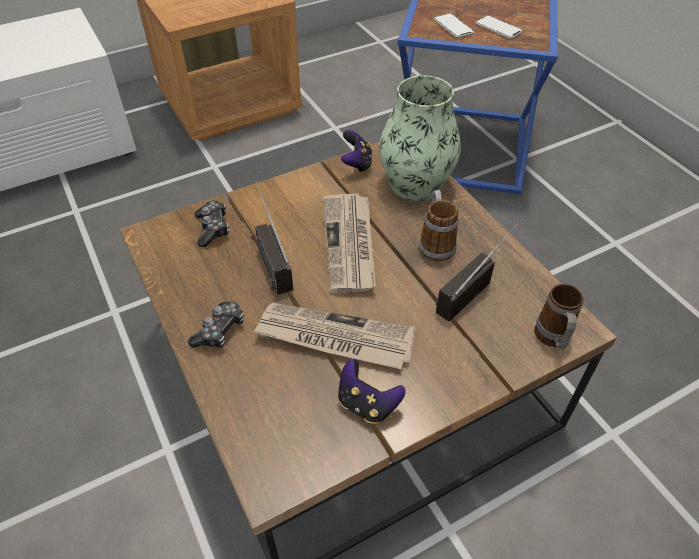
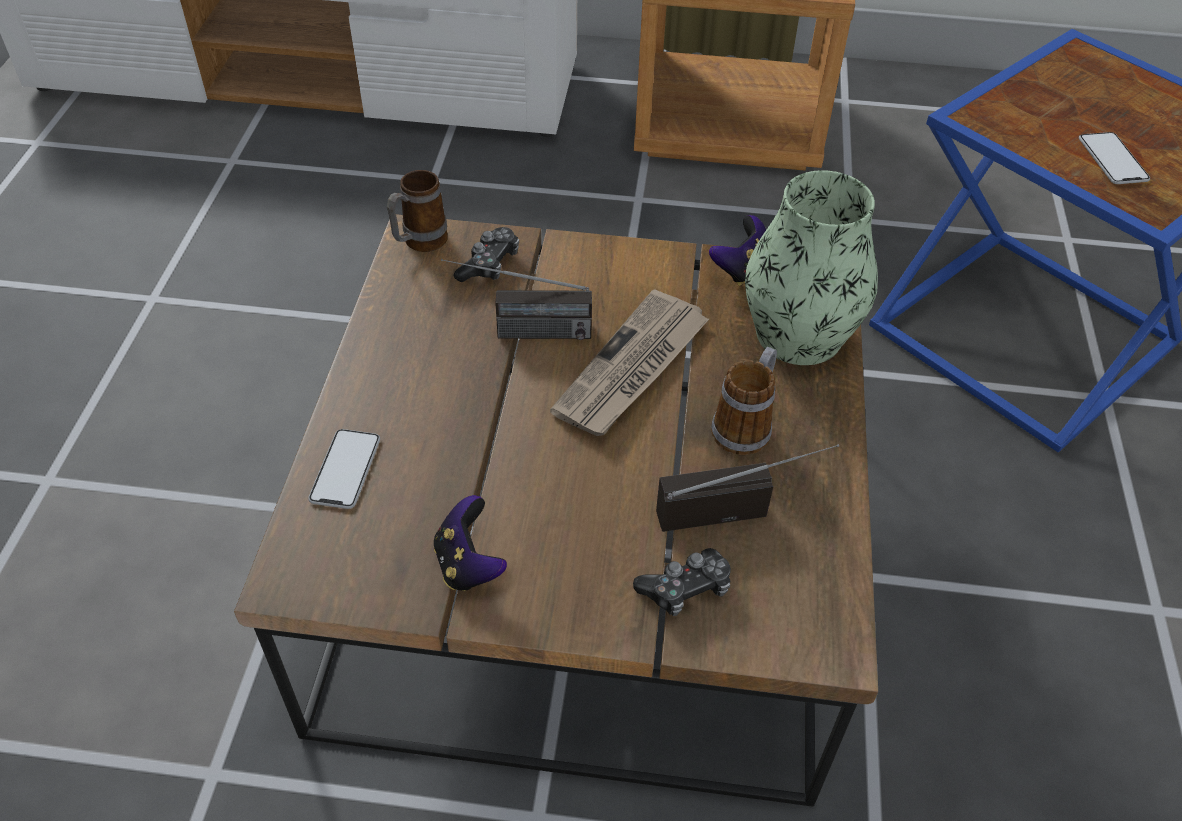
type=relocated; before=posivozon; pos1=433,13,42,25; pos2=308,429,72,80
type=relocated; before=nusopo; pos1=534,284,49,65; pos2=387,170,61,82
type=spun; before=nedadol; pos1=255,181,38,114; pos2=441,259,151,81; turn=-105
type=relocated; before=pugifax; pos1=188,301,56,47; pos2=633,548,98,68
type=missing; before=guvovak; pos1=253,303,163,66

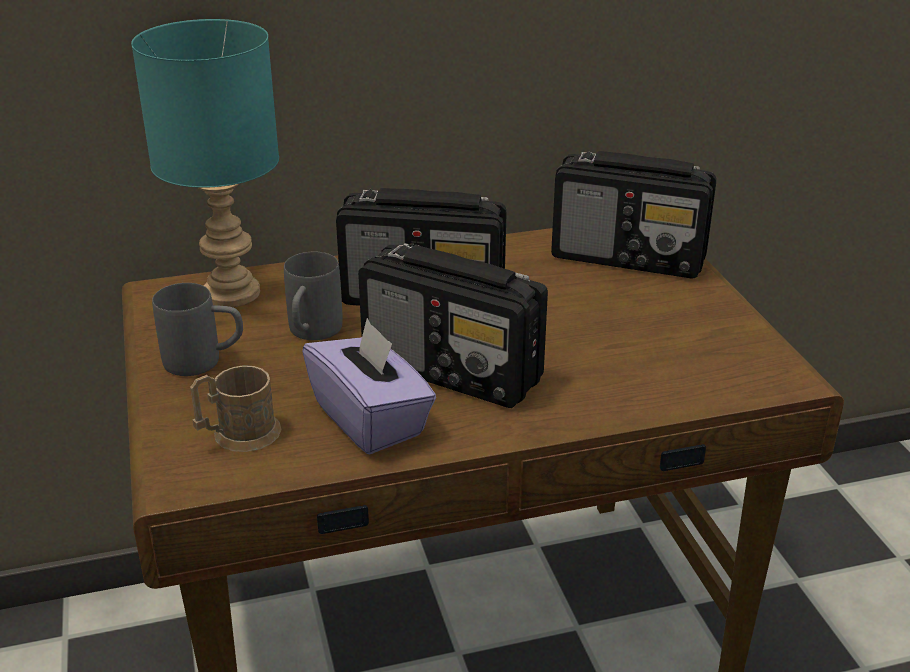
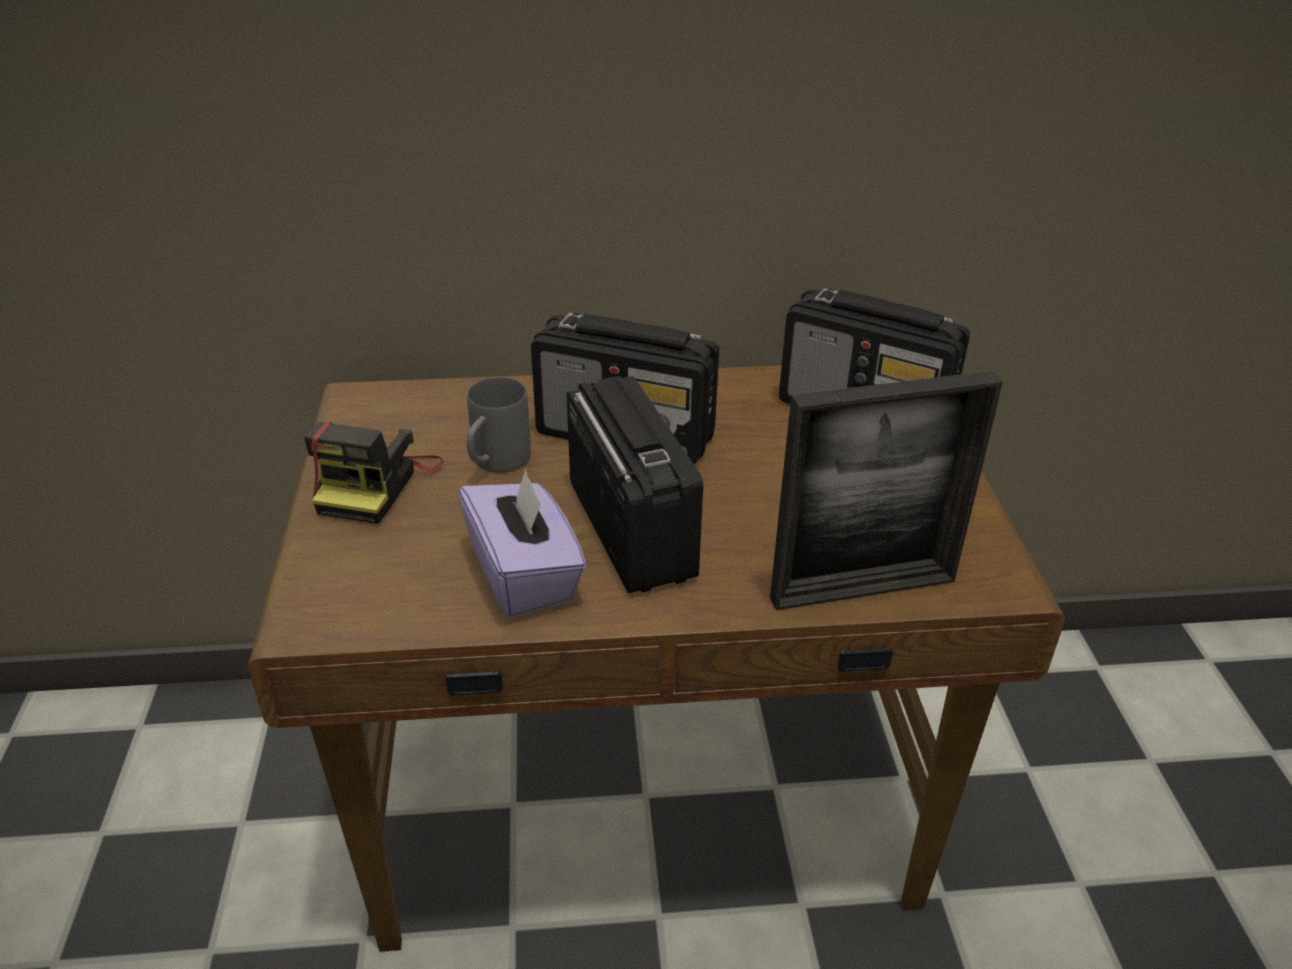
type=exchanged; before=grey nusopo; after=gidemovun; pos1=152,283,91,93; pos2=304,422,140,102
type=spun; before=nedadol; pos1=358,243,190,165; pos2=567,376,136,217; turn=-150
type=appeared; after=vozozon; pos2=770,371,233,239
type=missing; before=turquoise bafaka; pos1=131,19,148,288
type=missing; before=brown nusopo; pos1=190,365,92,87

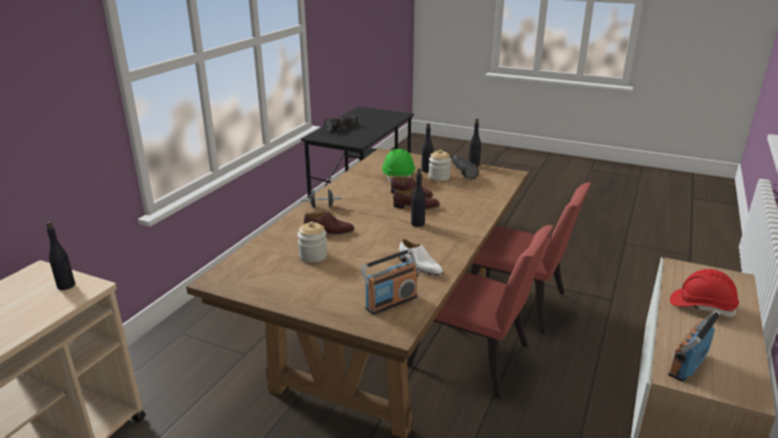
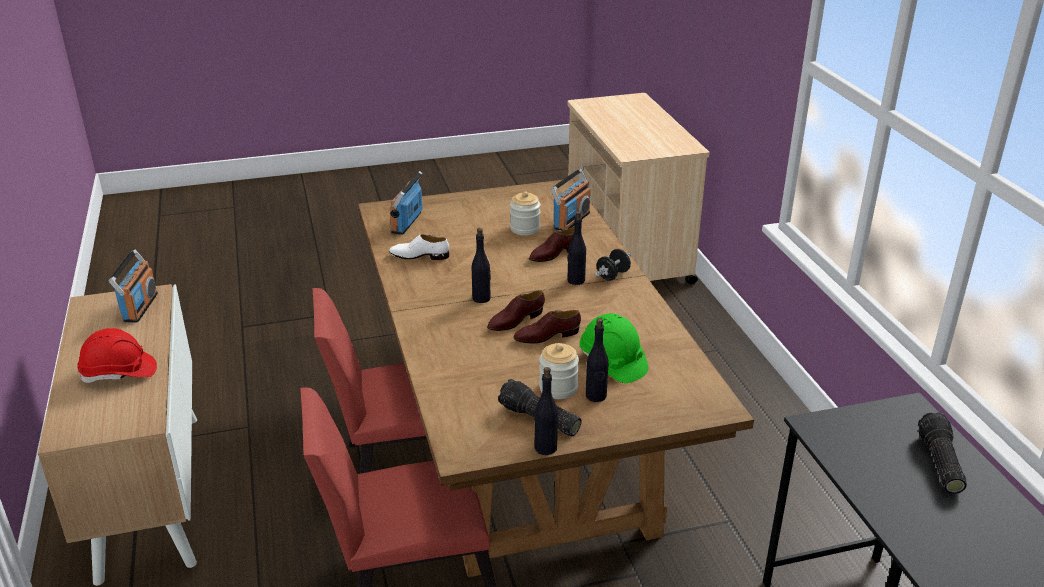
type=appeared; after=nedadol; pos2=551,169,39,61
type=relocated; before=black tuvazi; pos1=46,221,29,69; pos2=567,211,19,74

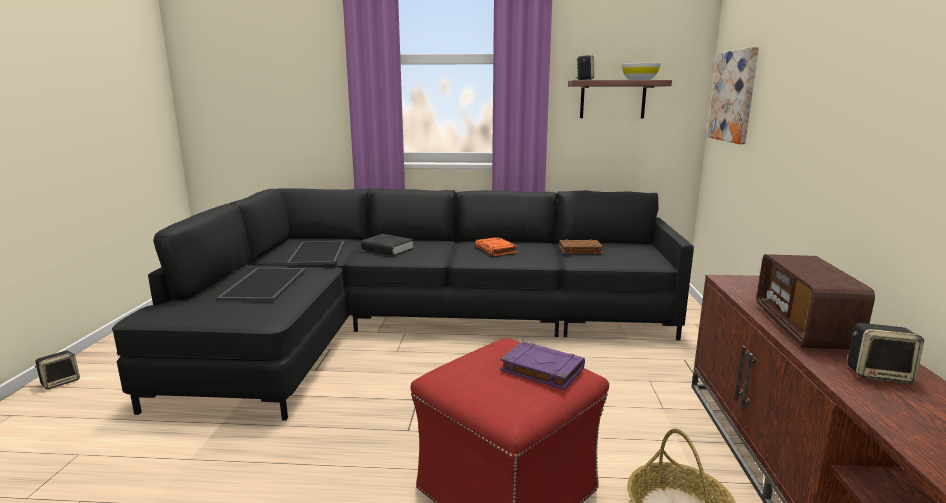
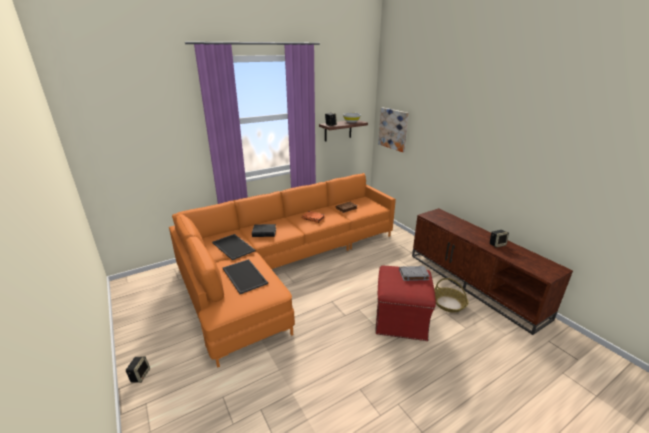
type=colour; before=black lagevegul; after=orange lagevegul; pos1=112,188,582,232; pos2=169,173,227,195
type=colour; before=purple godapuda; after=grey godapuda; pos1=500,341,85,49; pos2=399,266,31,15
type=missing; before=nedadol; pos1=757,254,118,96

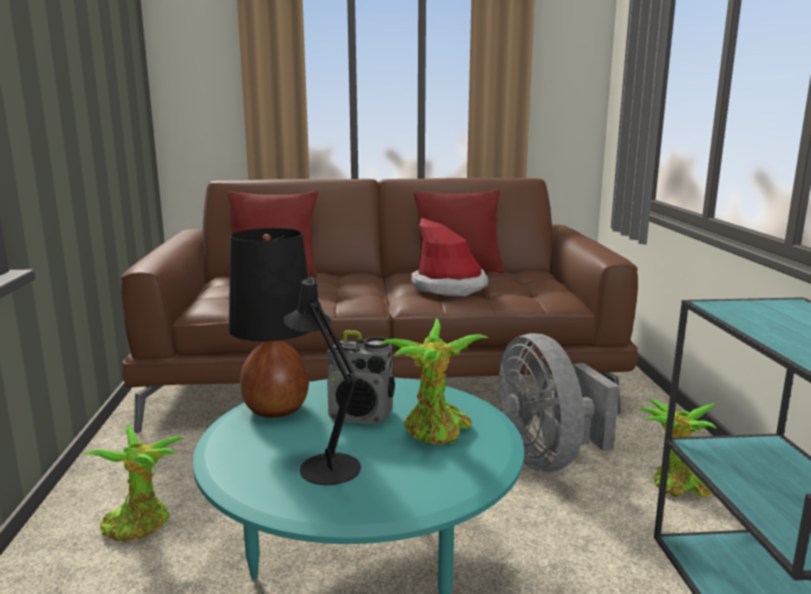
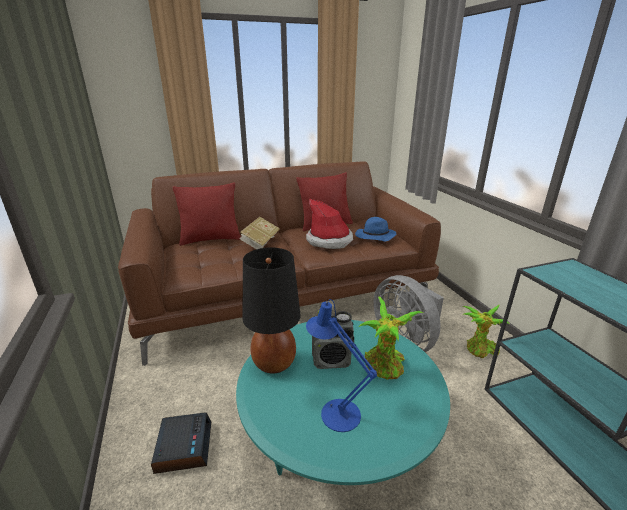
type=exchanged; before=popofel; after=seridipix; pos1=83,423,102,118; pos2=151,412,60,62
type=appeared; after=godapuda; pos2=240,217,40,32
type=colour; before=black bafaka; after=blue bafaka; pos1=284,271,77,214; pos2=306,299,71,133
type=appeared; after=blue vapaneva; pos2=355,217,41,25

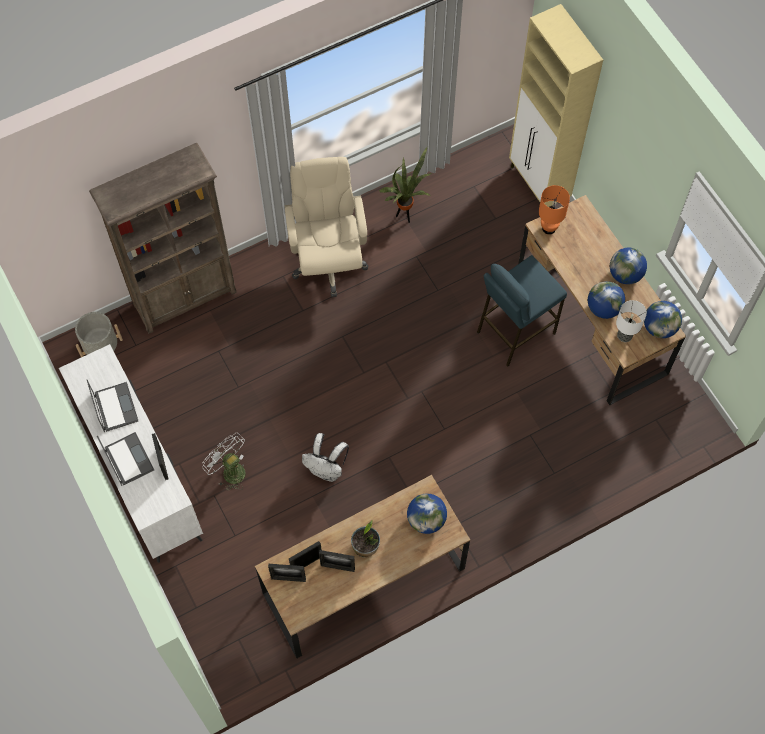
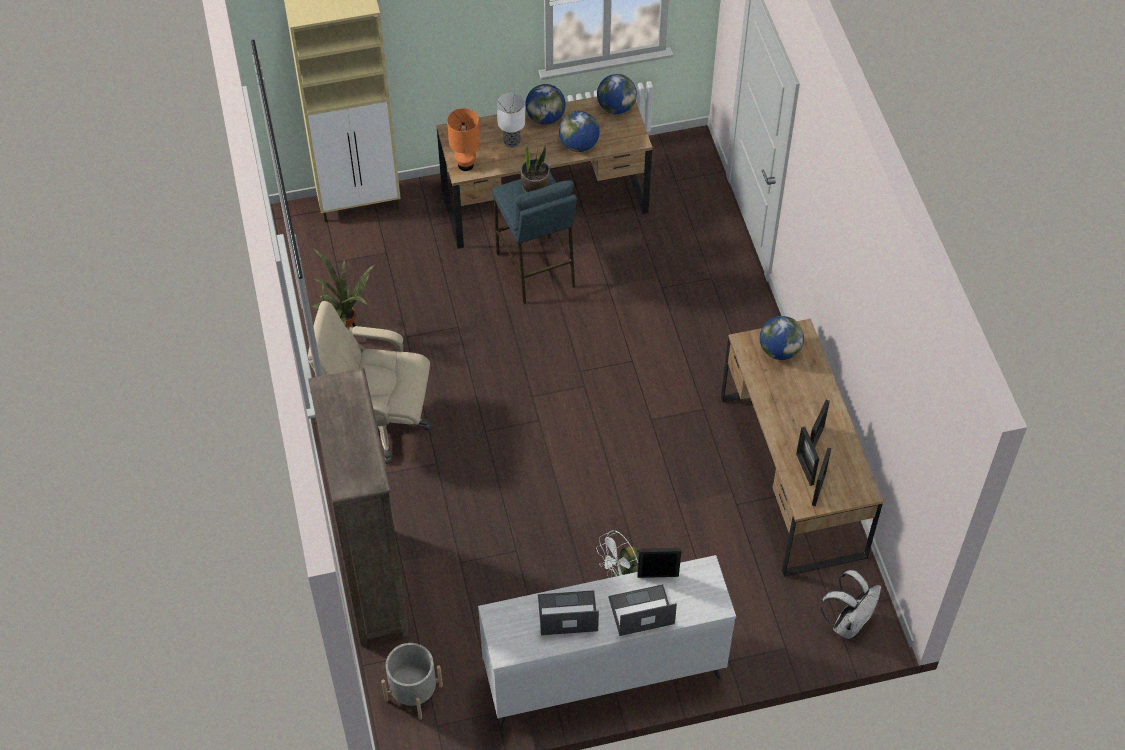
type=relocated; before=bafaka; pos1=616,300,31,42; pos2=497,93,28,55
type=relocated; before=popofel; pos1=351,520,29,38; pos2=520,143,30,50
type=relocated; before=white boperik; pos1=302,433,47,49; pos2=820,570,61,69

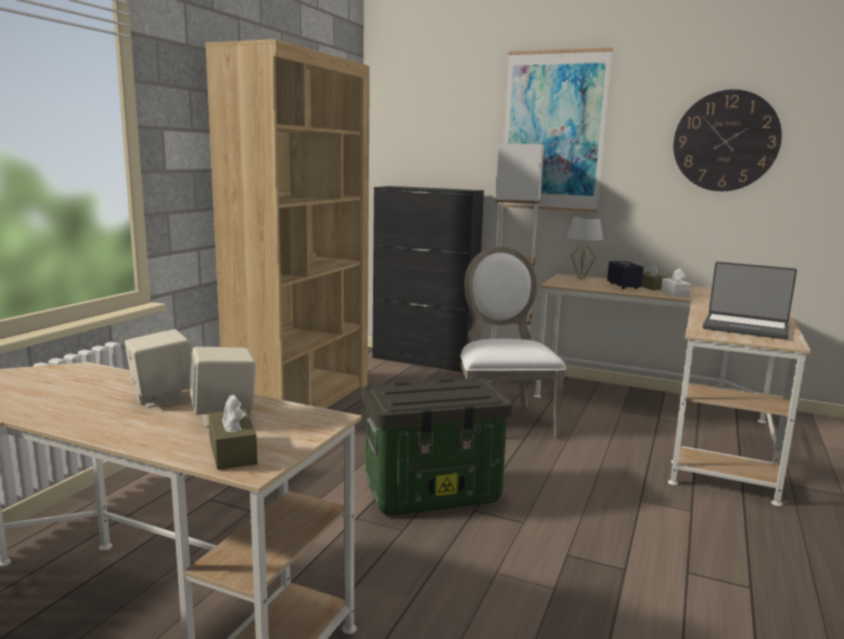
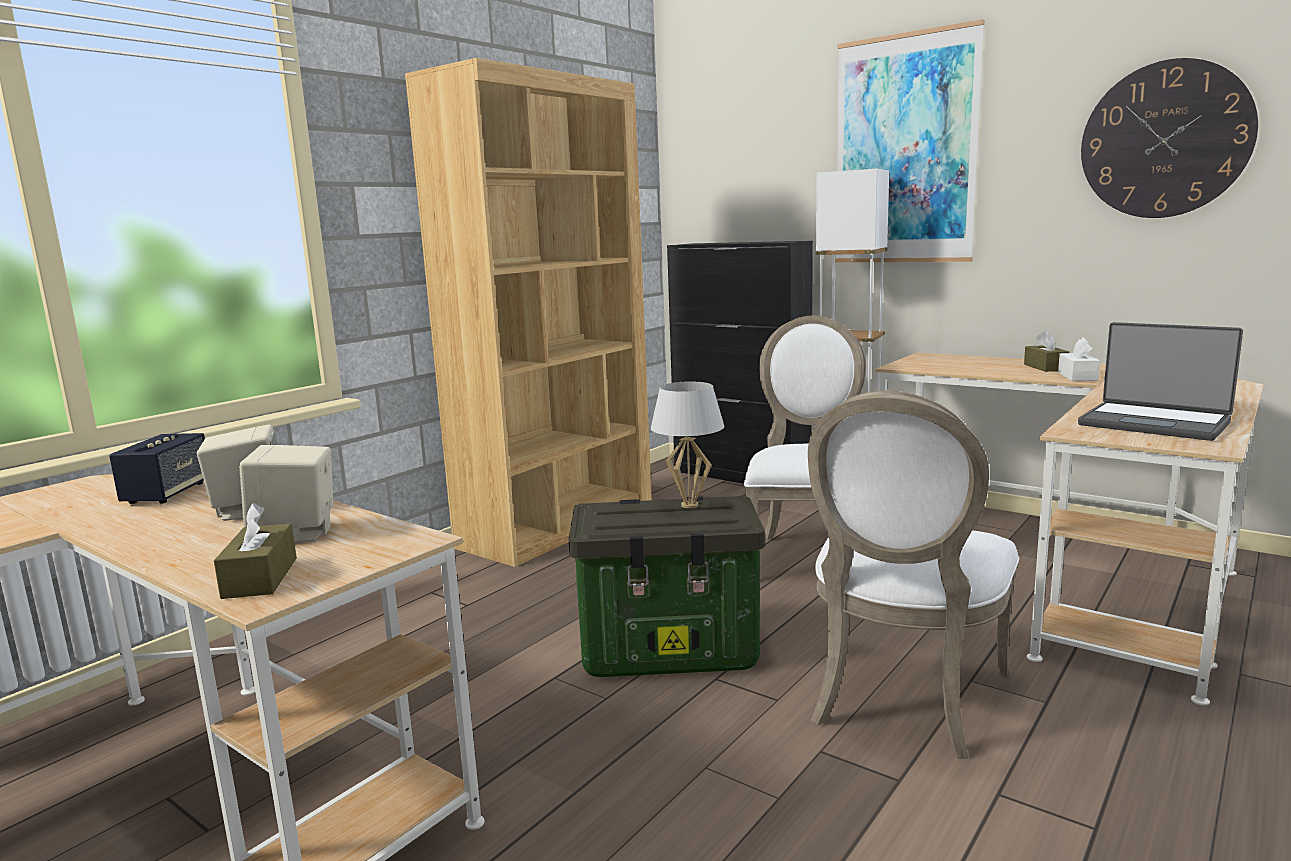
type=relocated; before=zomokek; pos1=607,261,37,28; pos2=109,433,96,71
type=relocated; before=white bafaka; pos1=566,217,37,62; pos2=651,382,74,126
type=appeared; after=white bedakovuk; pos2=808,390,211,369

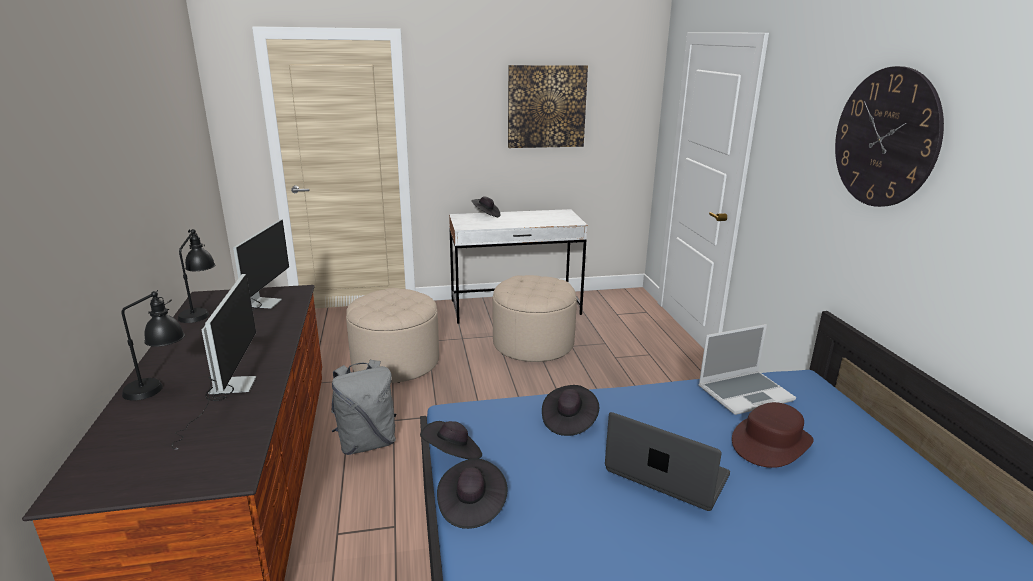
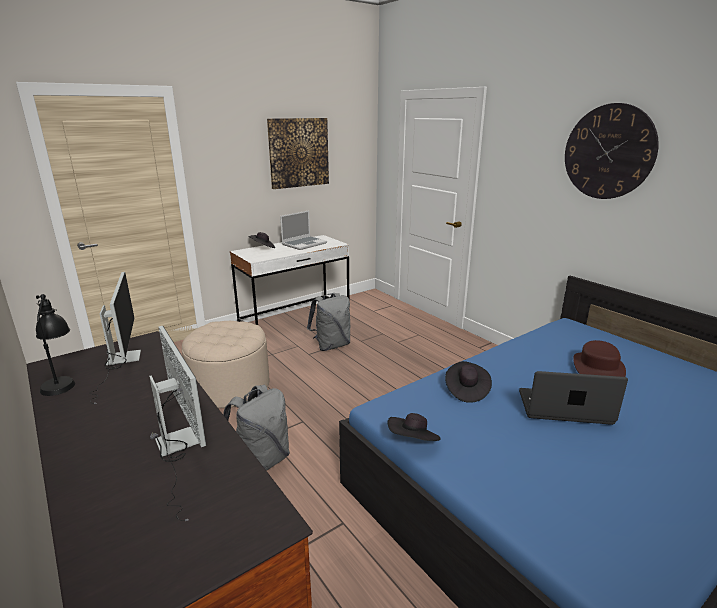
type=relocated; before=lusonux; pos1=698,324,98,91; pos2=280,211,47,39
type=exchanged; before=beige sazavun; after=grey boperik; pos1=493,275,84,87; pos2=307,293,43,58
type=missing; before=black bafaka; pos1=121,290,64,111
type=missing; before=black vapaneva; pos1=437,458,70,71

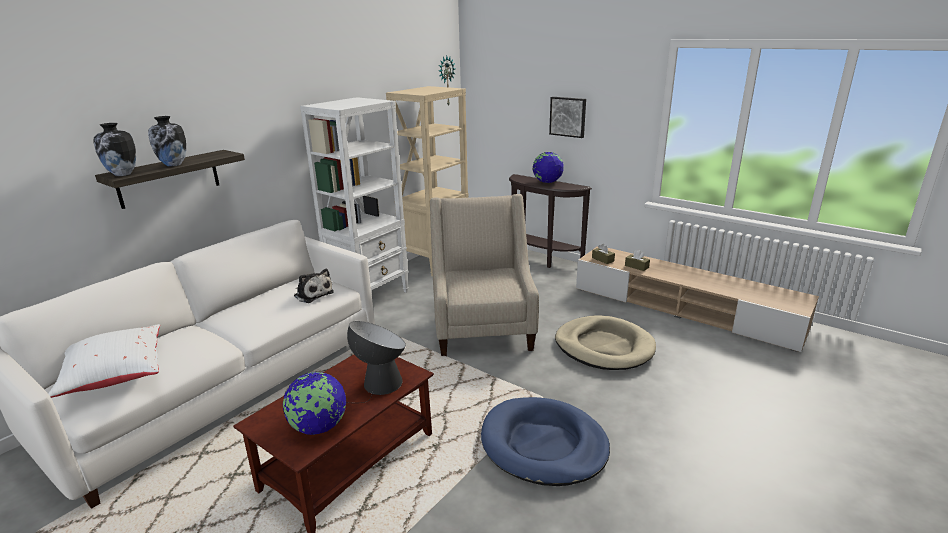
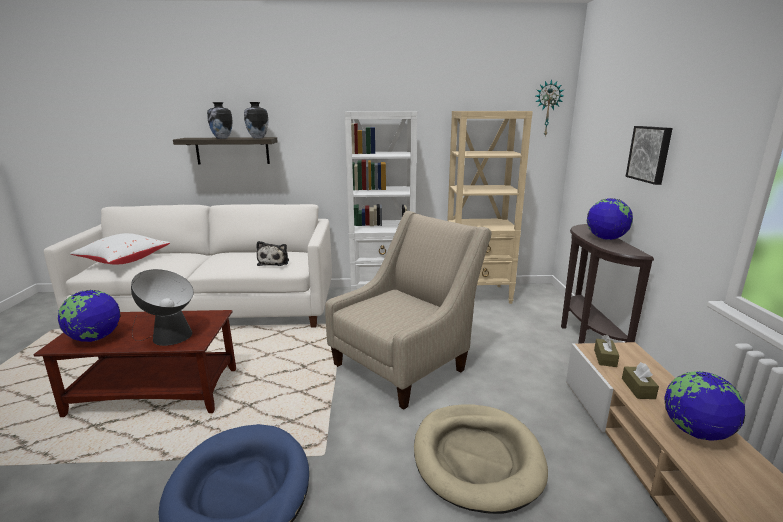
type=relocated; before=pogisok; pos1=94,123,42,53; pos2=244,102,25,36
type=appeared; after=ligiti; pos2=664,371,82,70

